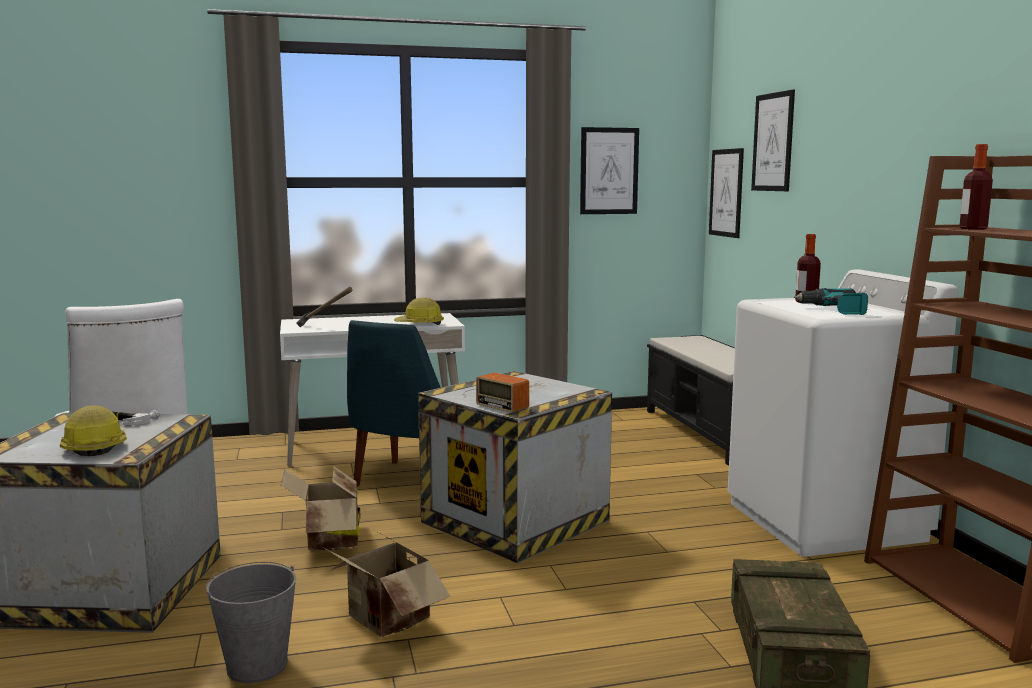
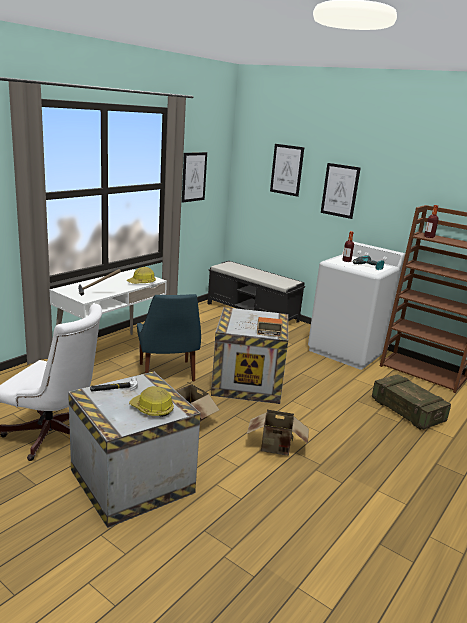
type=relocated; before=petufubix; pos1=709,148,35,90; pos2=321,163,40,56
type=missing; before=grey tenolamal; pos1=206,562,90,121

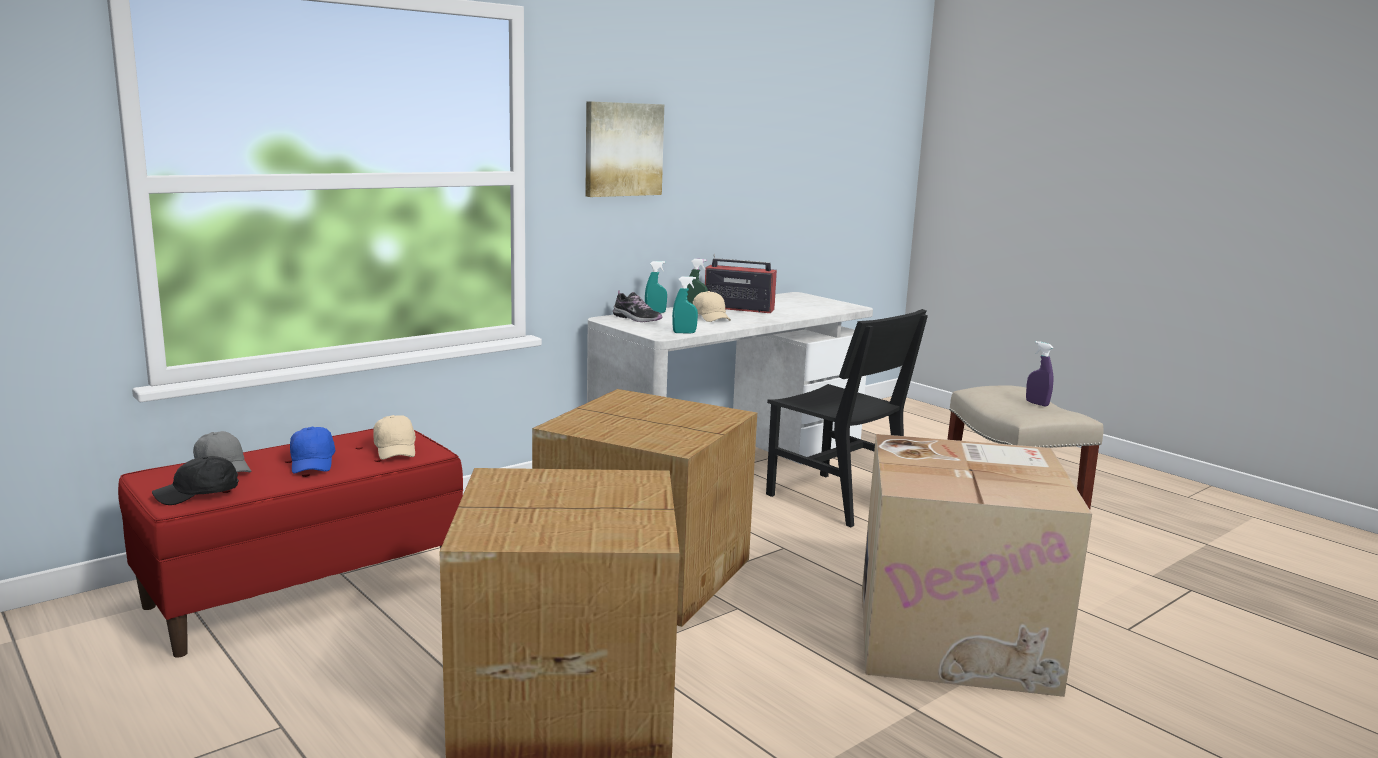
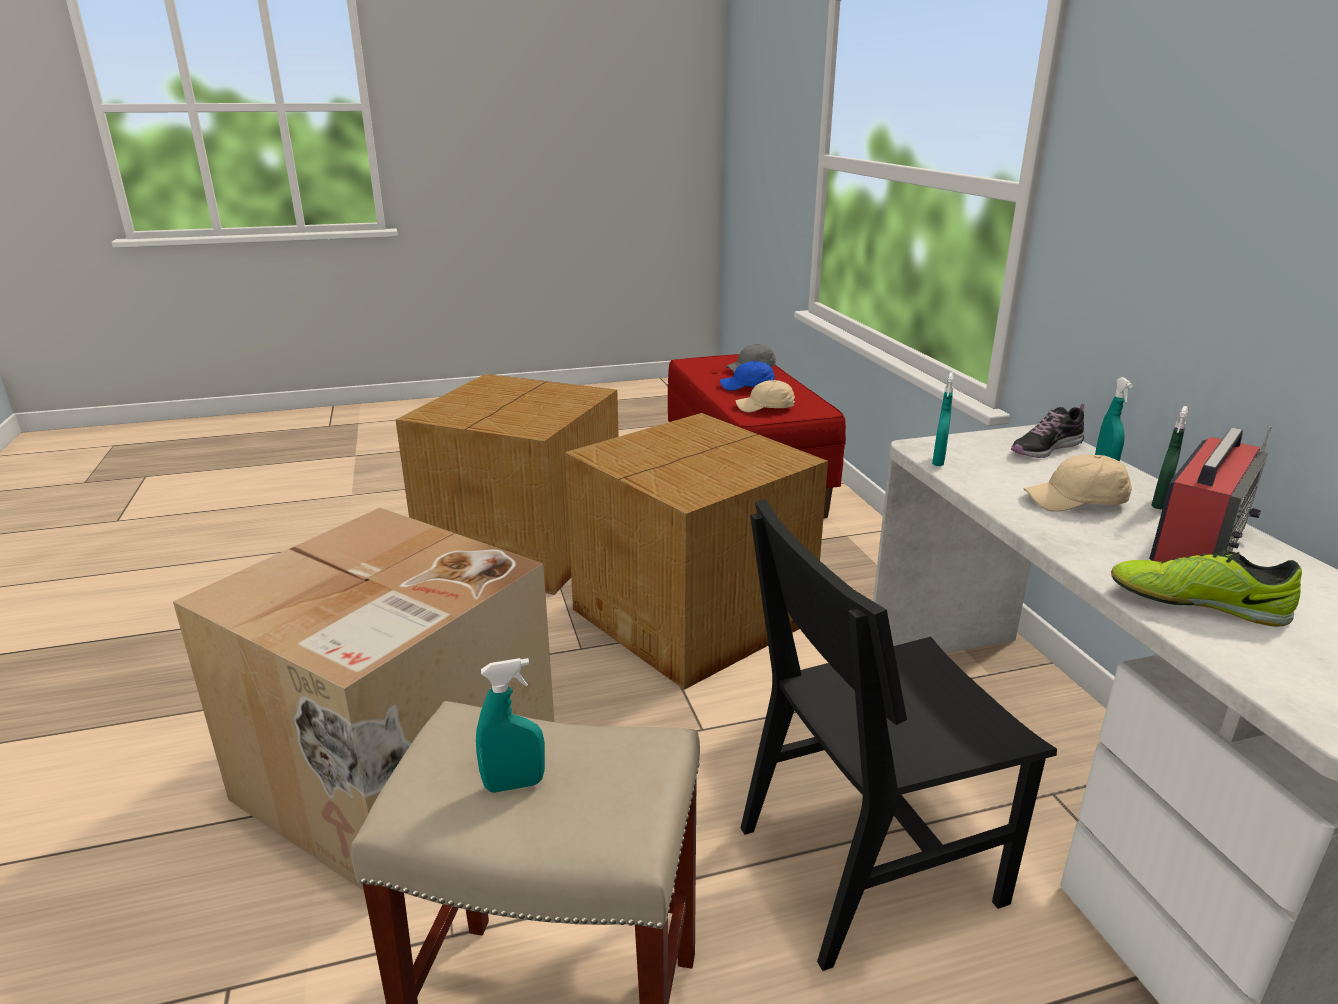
type=colour; before=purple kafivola; after=turquoise kafivola; pos1=1026,341,27,66; pos2=476,658,69,135
type=appeared; after=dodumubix; pos2=1111,550,191,77
type=missing; before=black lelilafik; pos1=152,456,87,49
type=missing; before=petufubix; pos1=585,101,79,96

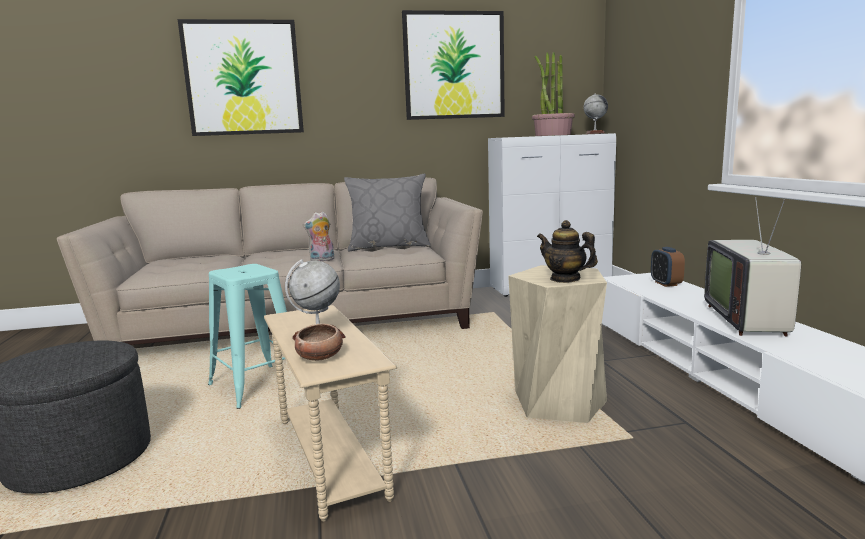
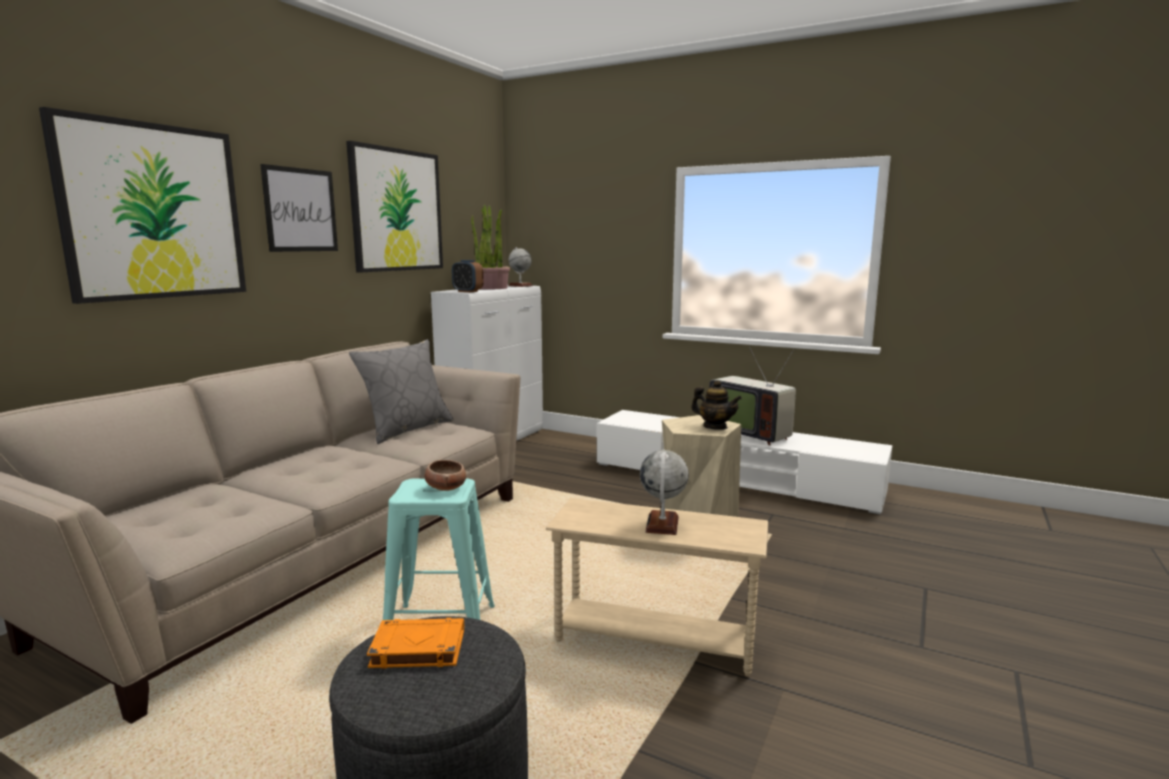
type=appeared; after=petufubix; pos2=260,164,78,88
type=appeared; after=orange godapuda; pos2=367,618,97,51
type=relocated; before=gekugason; pos1=295,323,48,38; pos2=424,460,42,31
type=relocated; before=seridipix; pos1=651,247,34,40; pos2=452,260,31,32
type=spun; before=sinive; pos1=537,220,61,63; pos2=691,380,51,50; turn=-135
type=missing; before=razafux; pos1=303,211,32,50

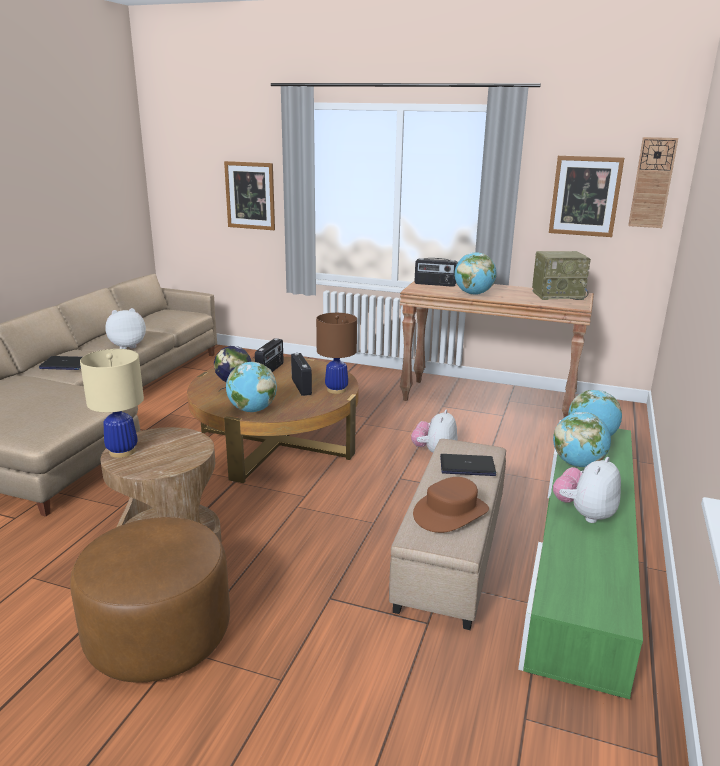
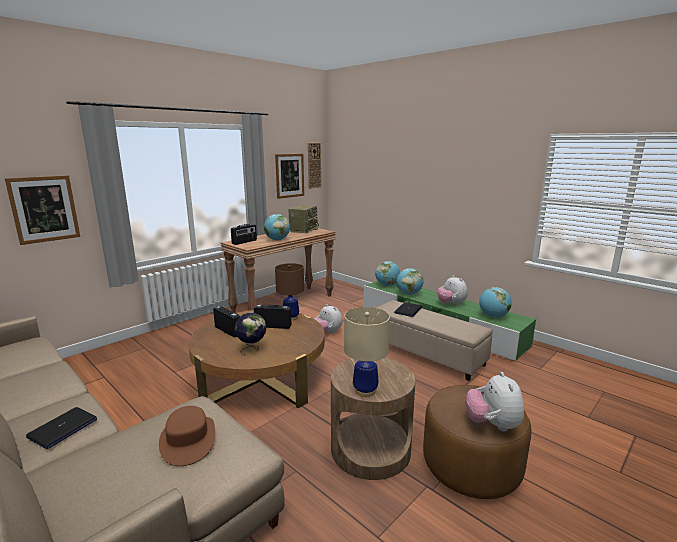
type=relocated; before=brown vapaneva; pos1=413,477,76,56; pos2=159,406,56,60
type=relocated; before=razafux; pos1=105,308,41,41; pos2=465,372,59,59
type=relocated; before=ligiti; pos1=226,362,51,50; pos2=479,287,33,31

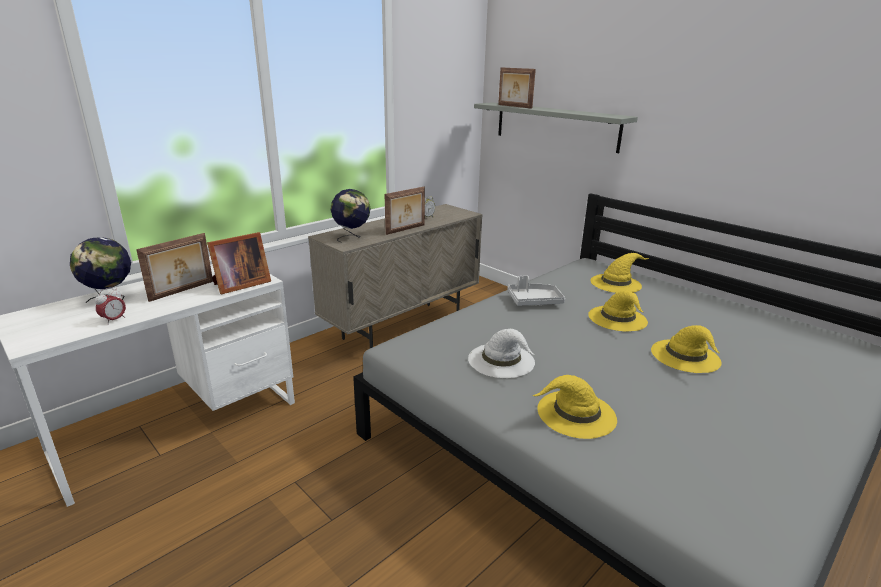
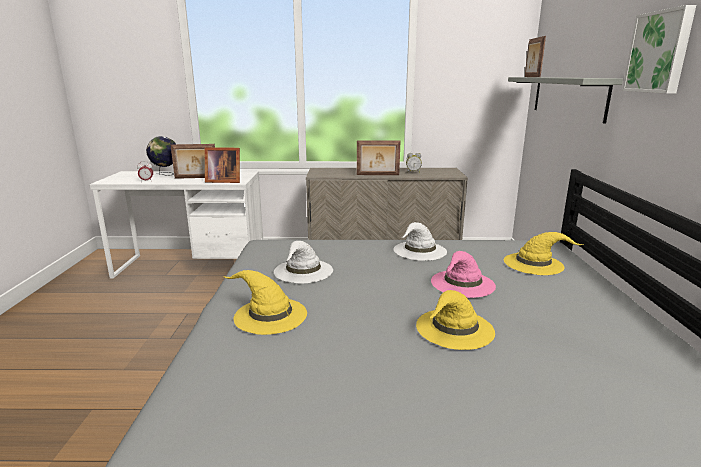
type=exchanged; before=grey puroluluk; after=white vapaneva; pos1=508,276,57,29; pos2=394,222,53,39
type=colour; before=yellow vapaneva; after=pink vapaneva; pos1=588,290,60,42; pos2=431,251,65,47
type=appeared; after=petufubix; pos2=622,5,74,89
type=missing; before=ligiti; pos1=331,189,40,54

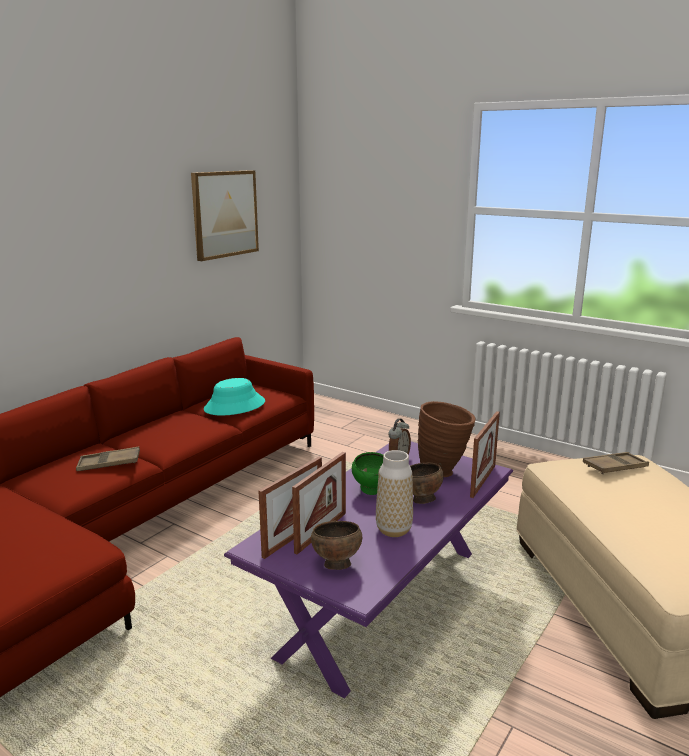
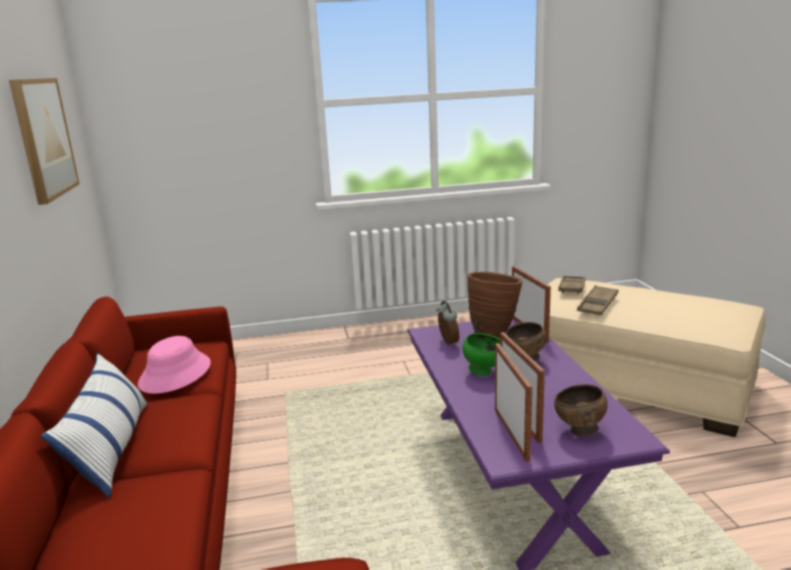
type=appeared; after=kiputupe; pos2=41,353,107,145
type=colour; before=turquoise vapaneva; after=pink vapaneva; pos1=204,378,61,37; pos2=138,336,73,58
type=relocated; before=brown puroluluk; pos1=76,447,64,24; pos2=577,285,42,30
type=missing; before=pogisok; pos1=376,450,37,87

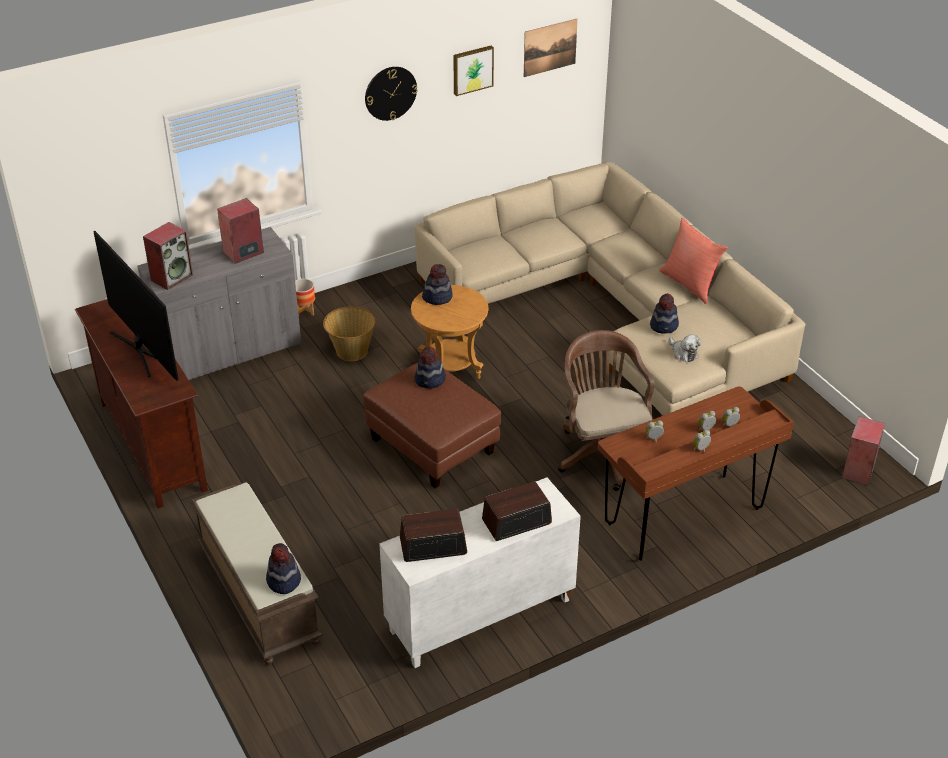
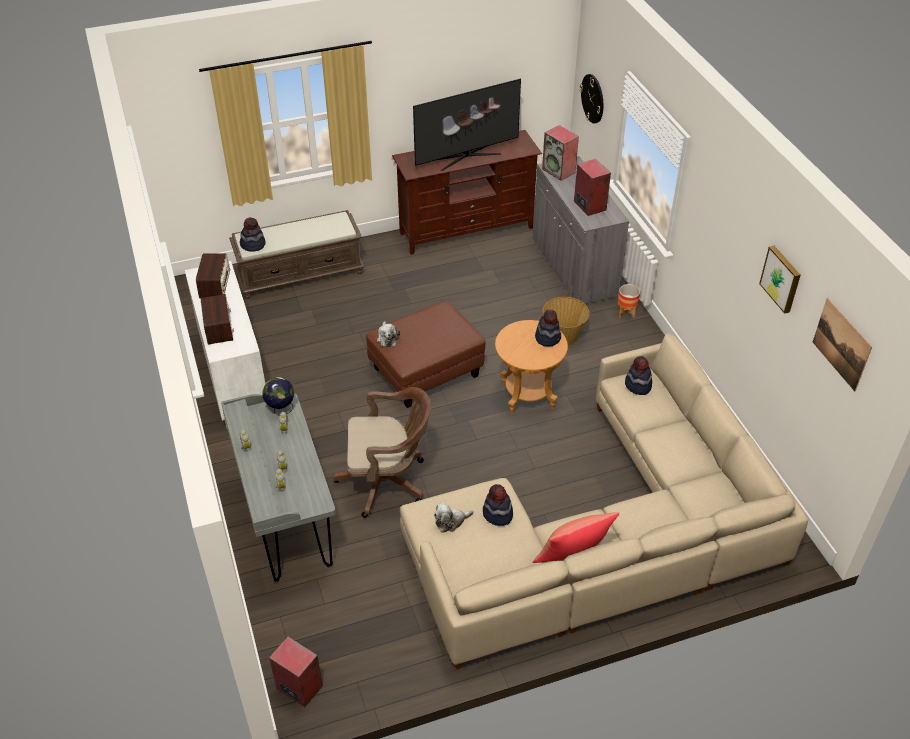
type=colour; before=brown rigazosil; after=grey rigazosil; pos1=598,386,196,175; pos2=221,393,115,188
type=appeared; after=ligiti; pos2=262,377,32,39
type=appeared; after=razafux; pos2=377,321,23,26
type=relocated; before=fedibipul; pos1=365,67,53,54; pos2=580,74,23,50
type=relocated; before=vapaneva; pos1=415,347,31,41; pos2=625,356,27,39

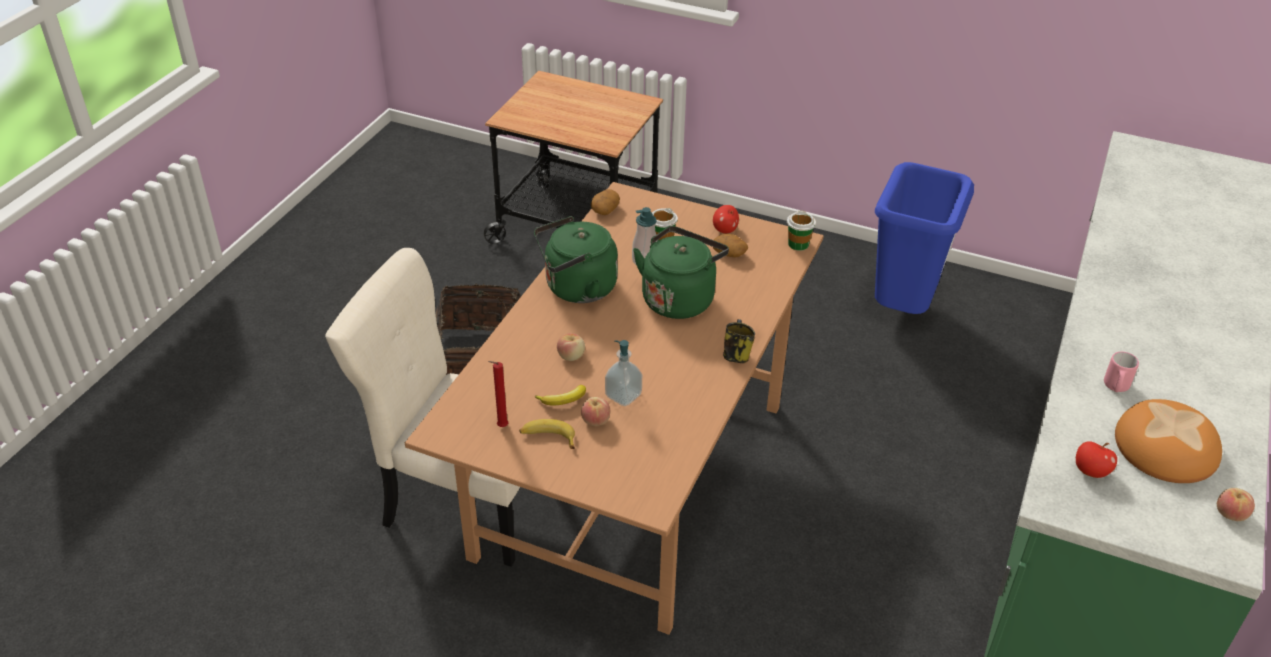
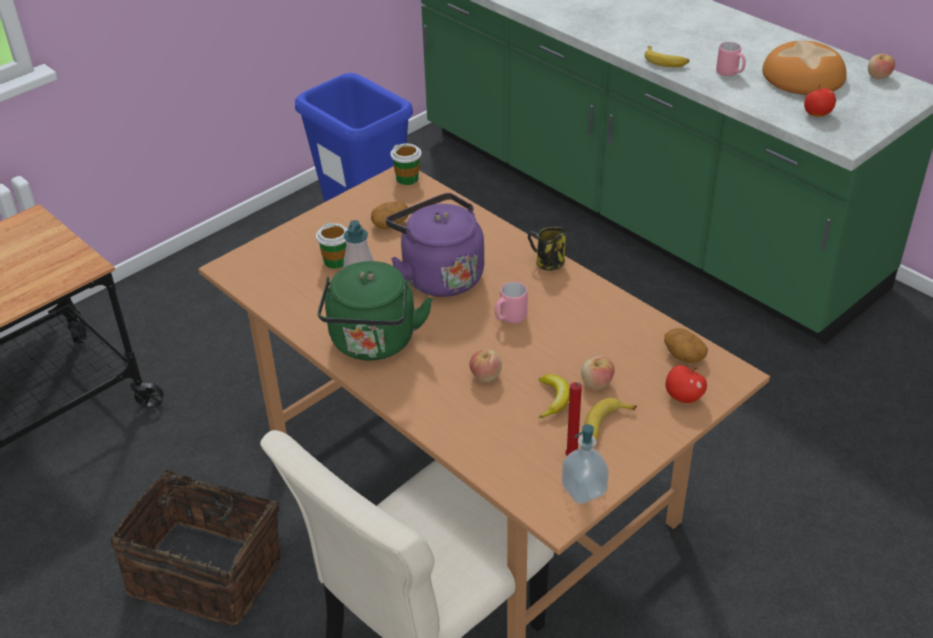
type=colour; before=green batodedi; after=purple batodedi; pos1=633,226,96,93; pos2=386,193,98,104
type=appeared; after=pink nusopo; pos2=494,282,34,41
type=relocated; before=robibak; pos1=605,340,37,66; pos2=562,424,47,80
type=appeared; after=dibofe; pos2=645,46,44,21
type=relocated; before=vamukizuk; pos1=591,189,29,26; pos2=664,328,44,35
type=relocated; before=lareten; pos1=713,205,26,28; pos2=666,365,41,38

